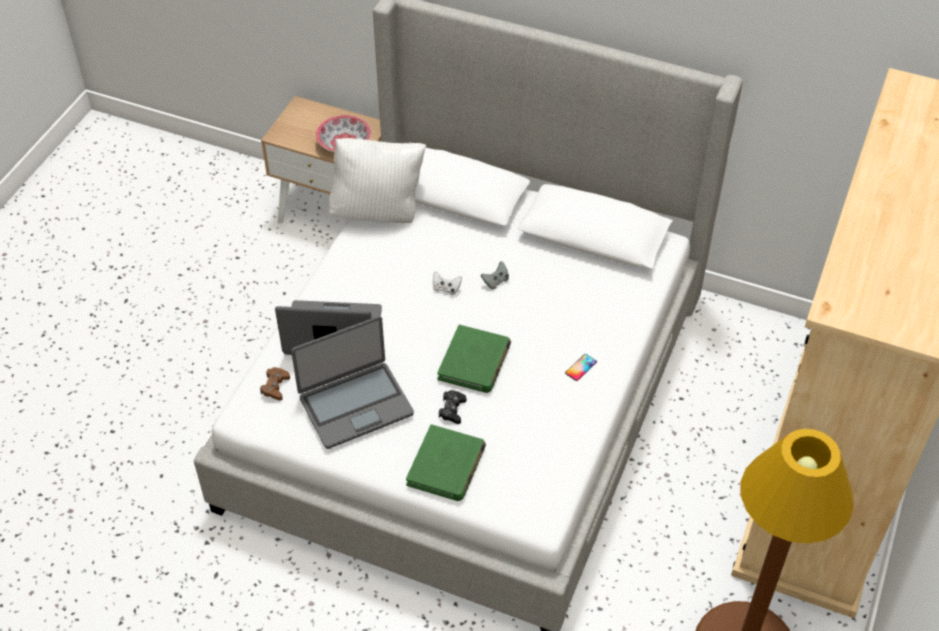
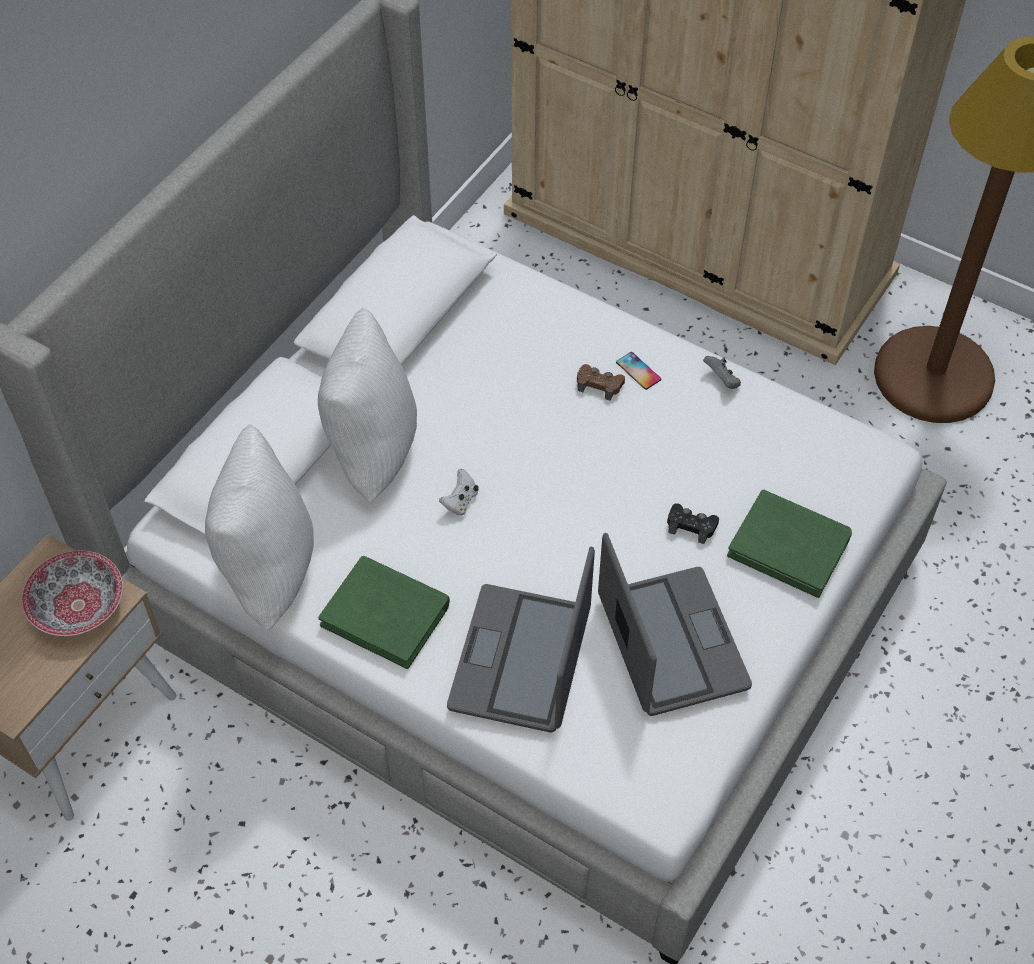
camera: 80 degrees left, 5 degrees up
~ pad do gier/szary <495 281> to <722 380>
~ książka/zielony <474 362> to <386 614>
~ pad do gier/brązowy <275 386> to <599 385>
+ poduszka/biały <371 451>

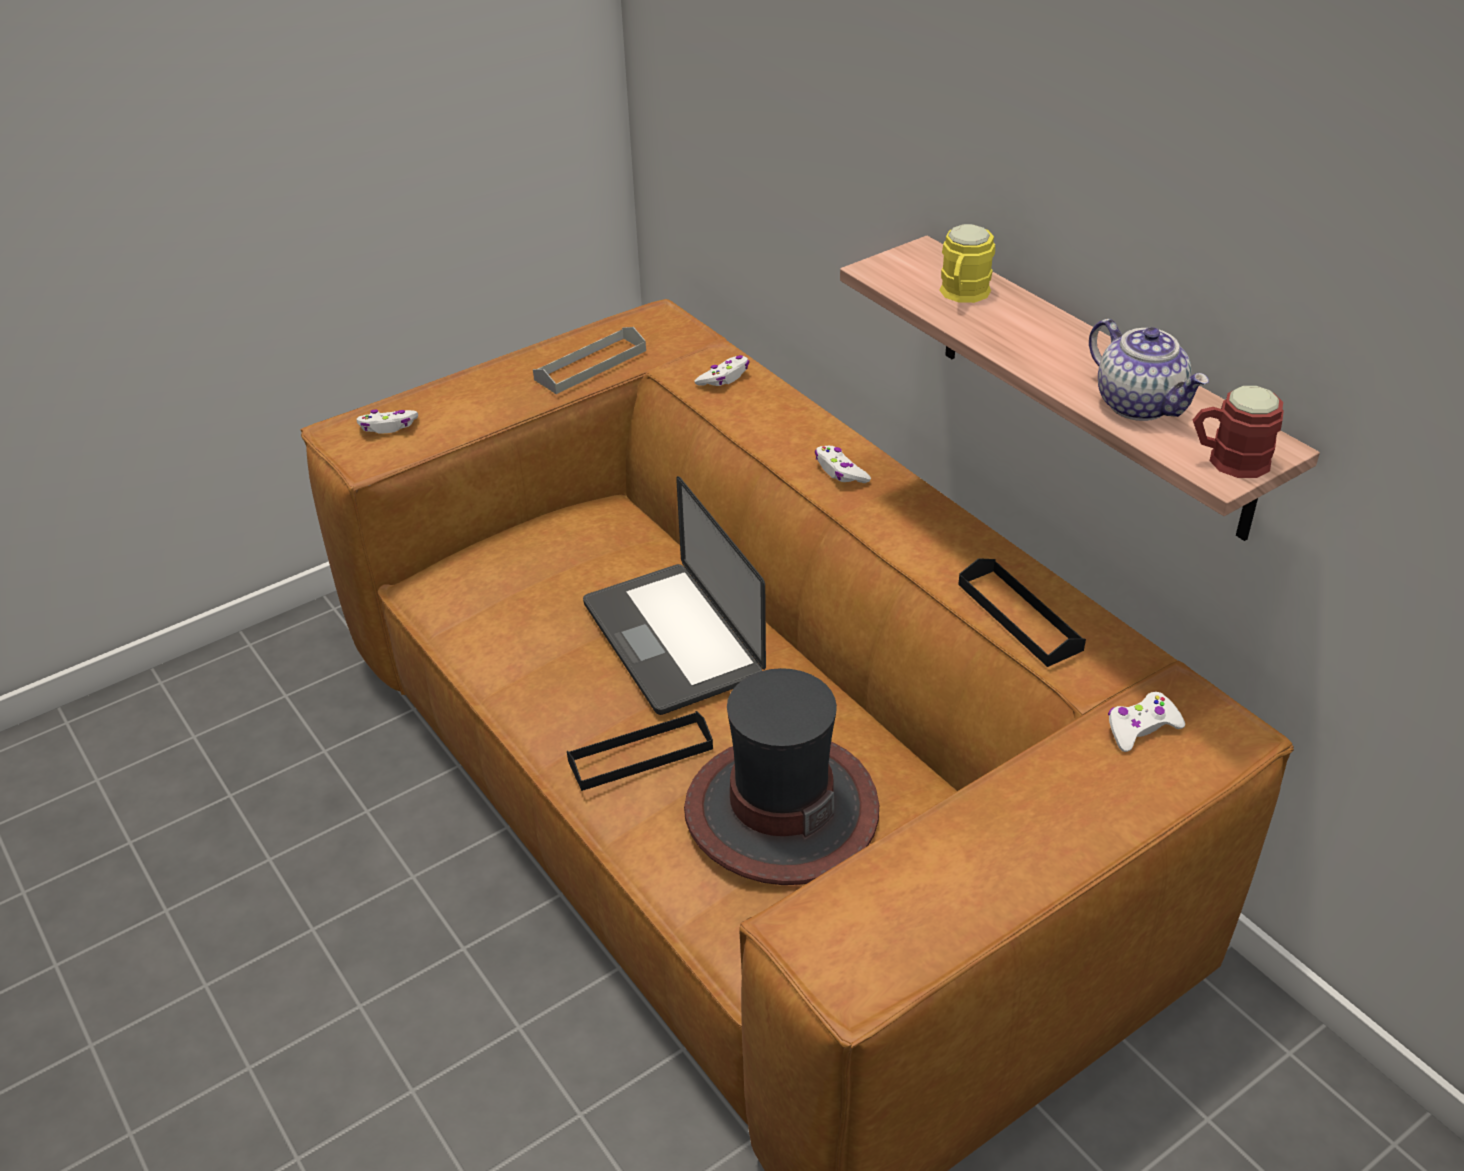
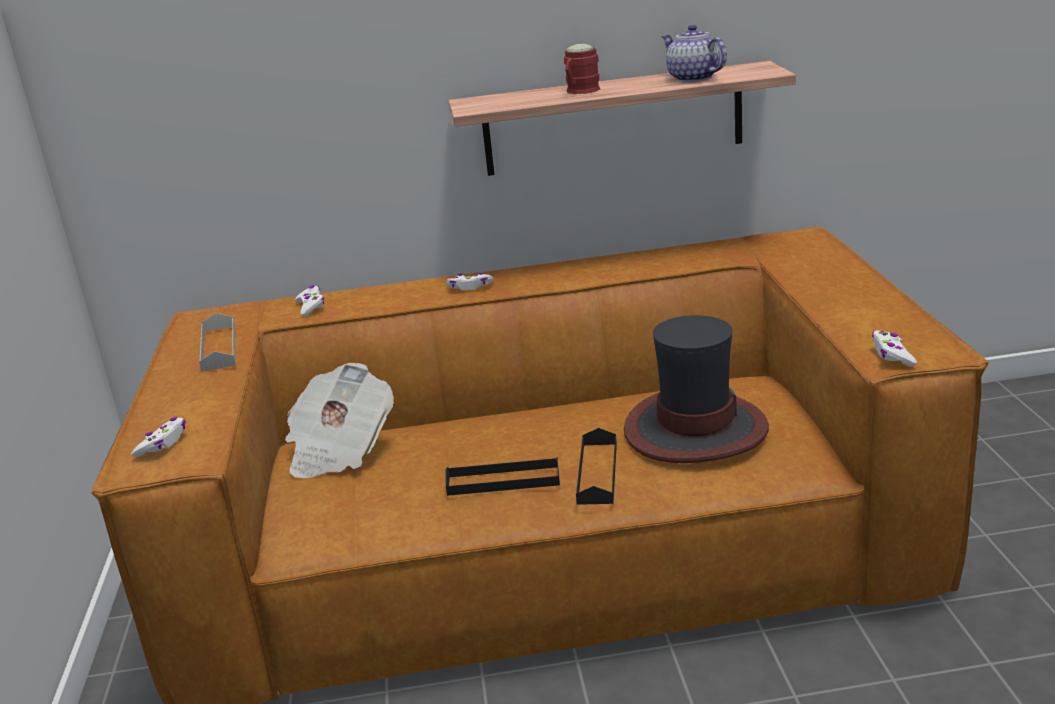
camera: 60 degrees left, 15 degrees down
- kubek/żółty <962 295>
~ imbryk <1140 404> = <692 78> 120 degrees counterclockwise
~ kubek/czerwony <1228 460> to <580 91>
- laptop <672 640>
~ taca/czarny <1019 616> to <503 481>
~ pad do gier/biały <1141 728> to <892 355>
+ gazeta <339 449>

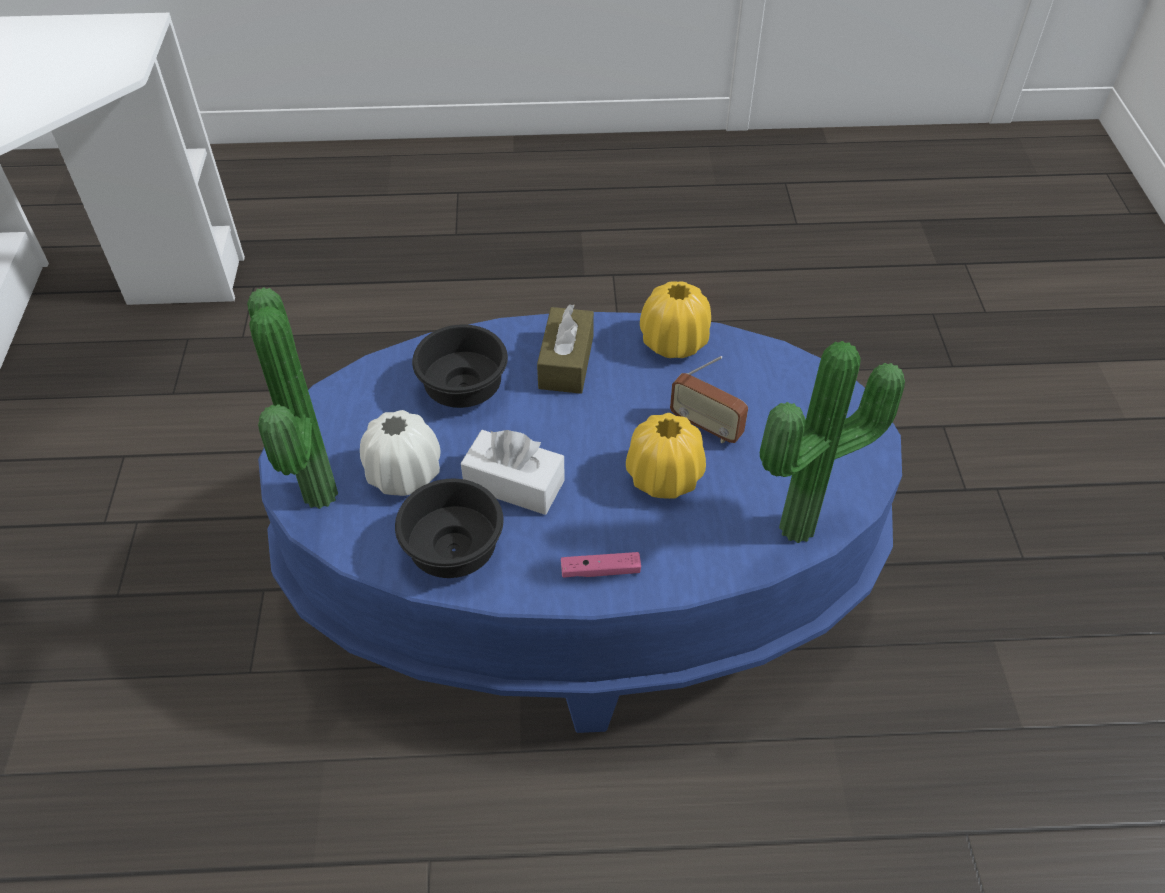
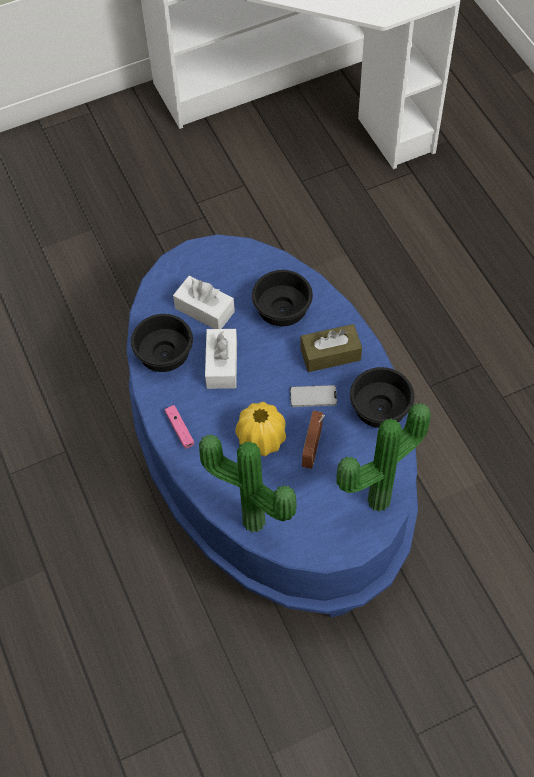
camera: 70 degrees right, 10 degrees up
~ wazon/żółty <673 342> to miska/czarny <379 407>
~ roślina doniczkowa <313 496> to <375 498>
~ wazon/biały <404 474> to pudełko chusteczek/biały <204 310>
+ telefon <313 396>

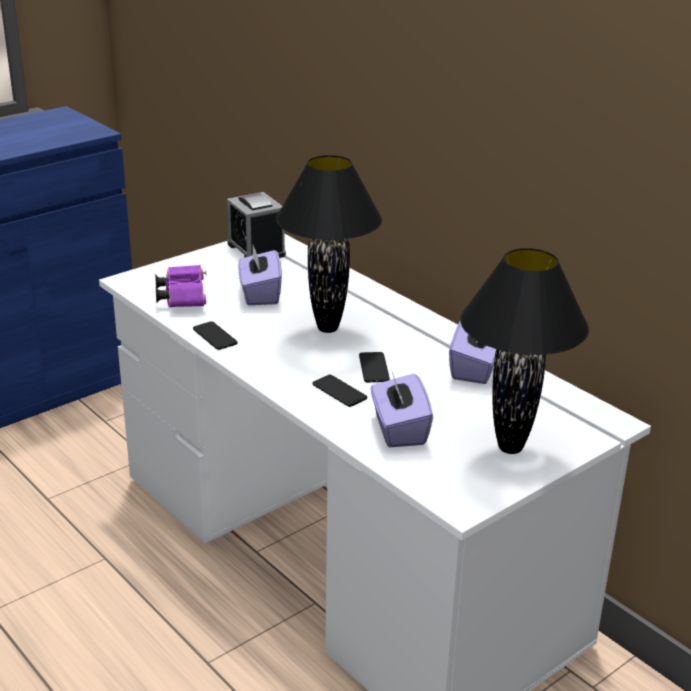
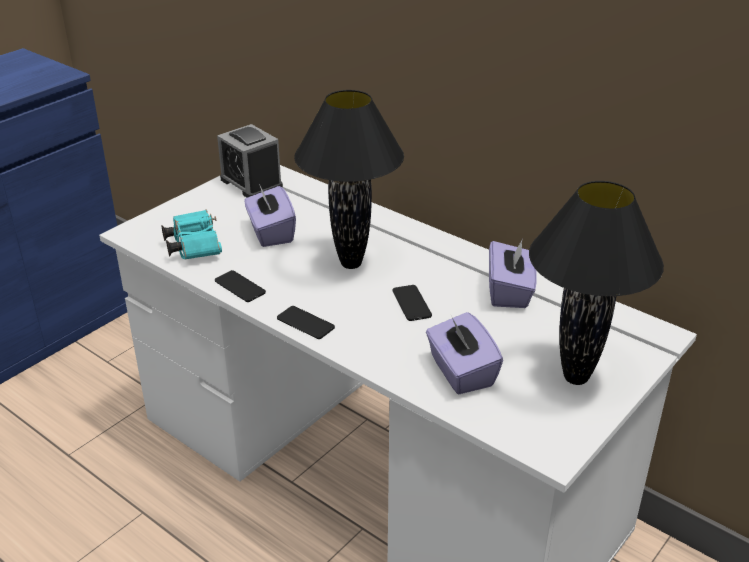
camera: 10 degrees left, 5 degrees up
~ lornetka/fioletowy <183 298> to lornetka/turkusowy <193 246>
~ telefon <339 391> to <305 323>

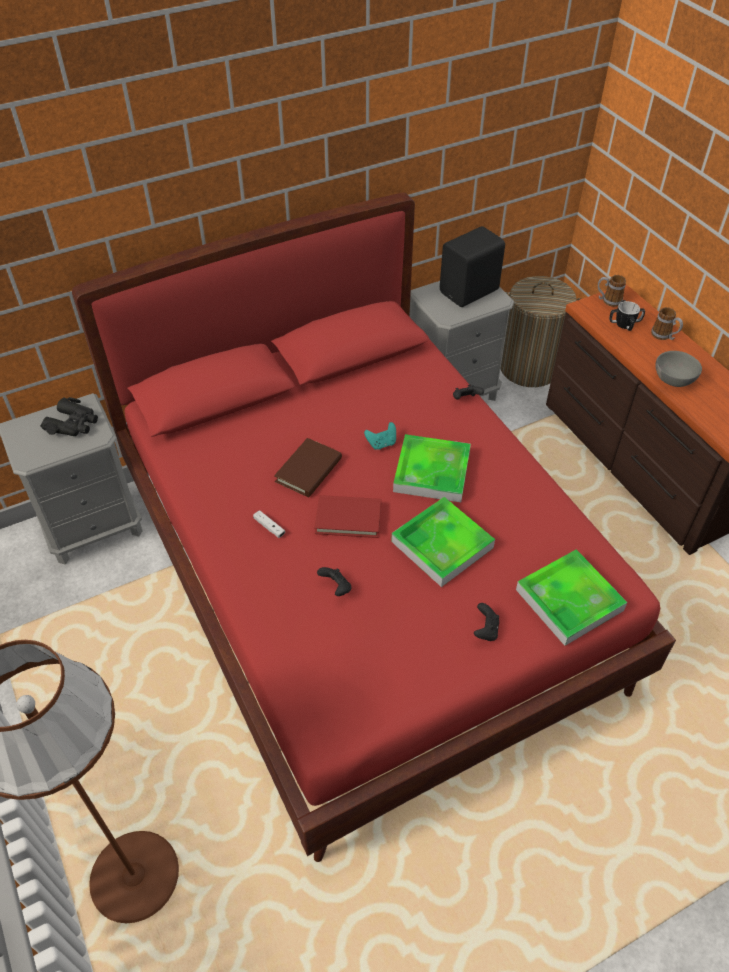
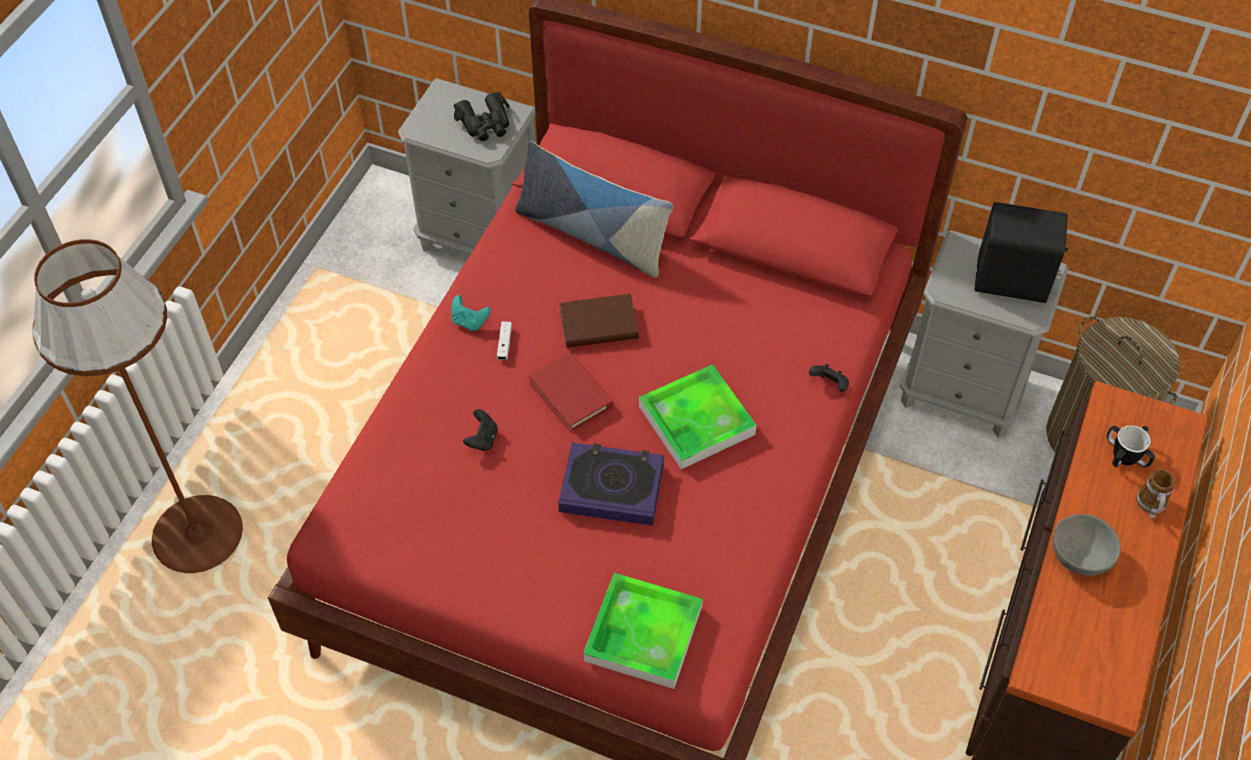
camera: 50 degrees right, 5 degrees up
- kubek <608 300>
~ pad do gier/turkusowy <381 443> to <469 322>
~ taca <442 544> to książka <612 487>
- pad do gier/czarny <485 630>
+ poduszka <592 235>

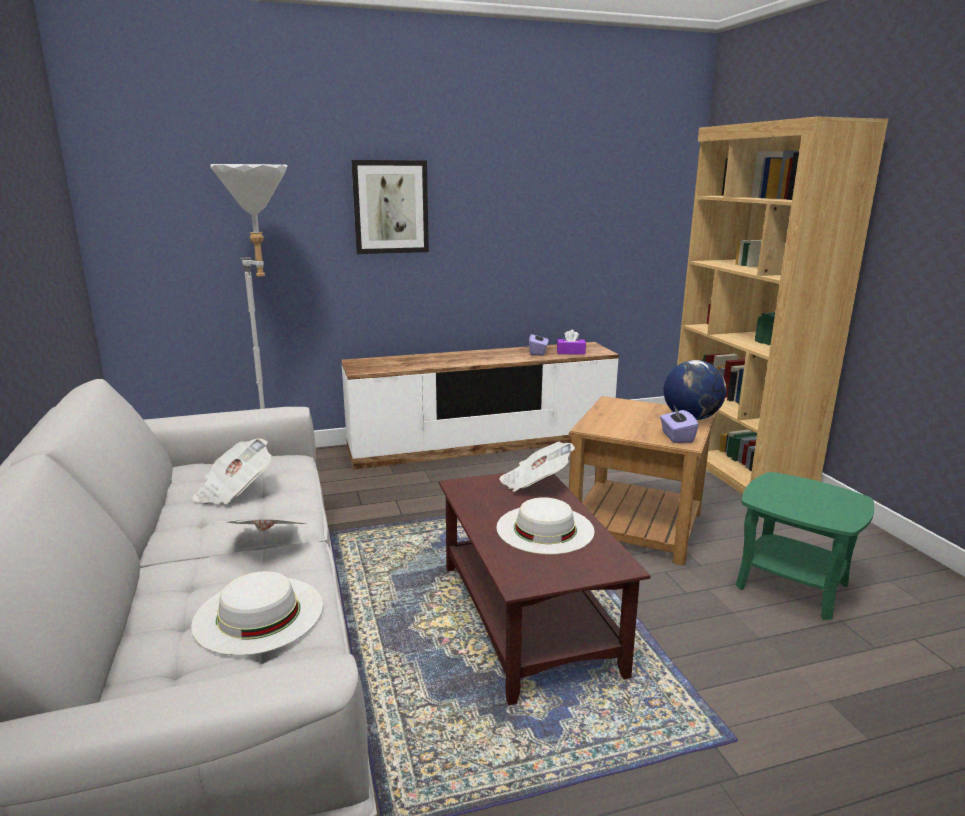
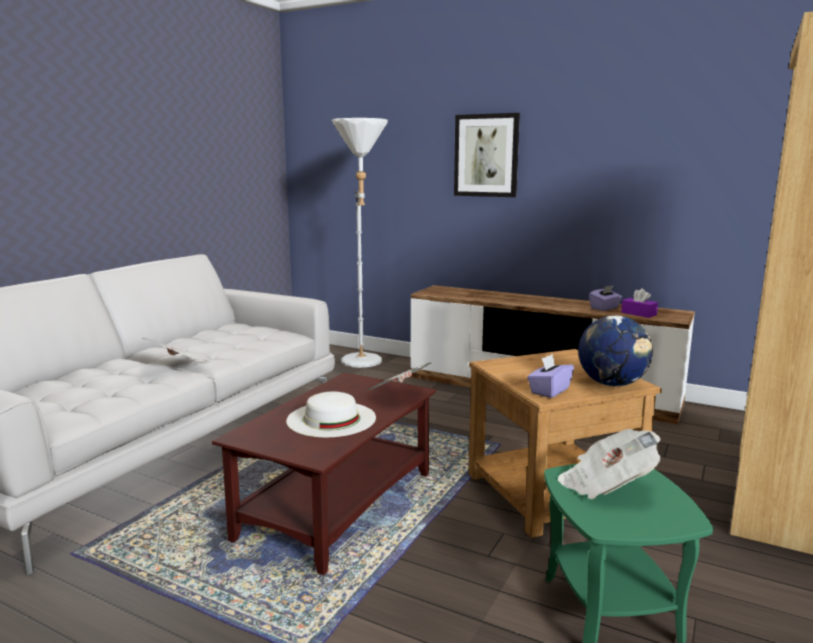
camera: 45 degrees right, 5 degrees down
~ gazeta <234 491> to <606 485>
- kapelusz/biały <258 614>

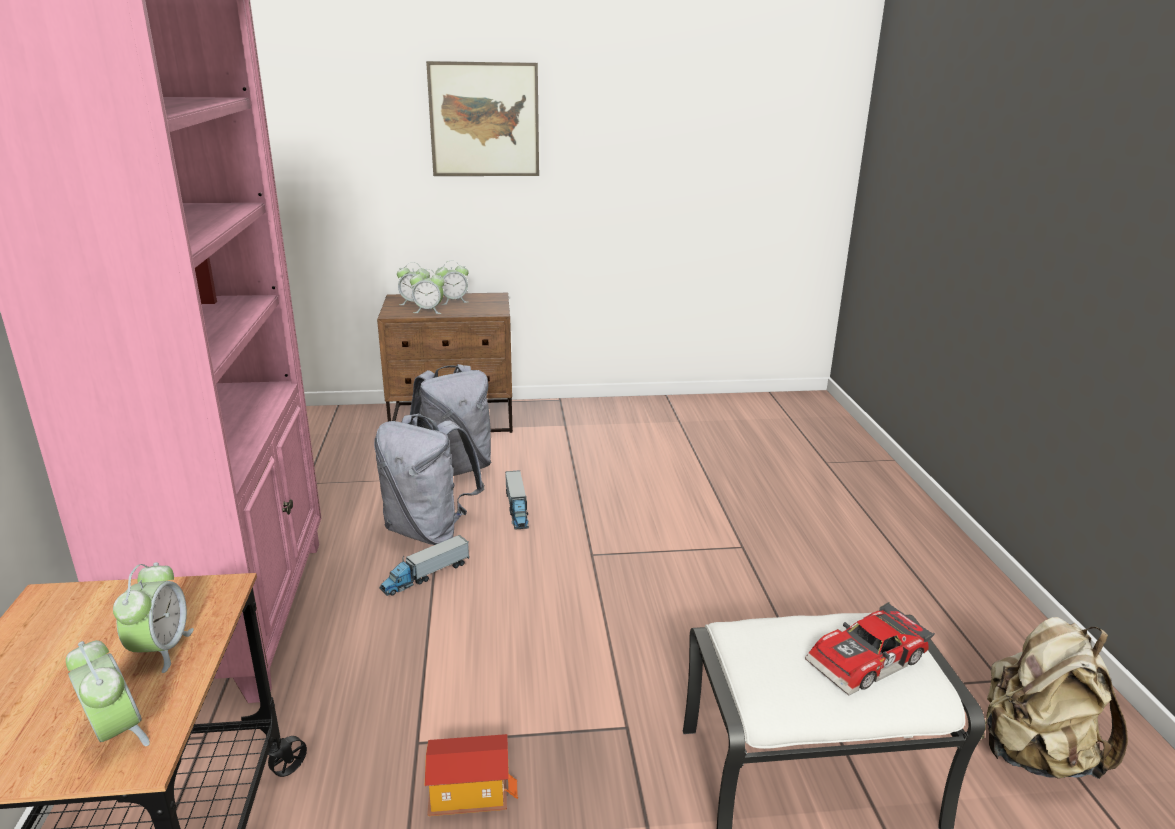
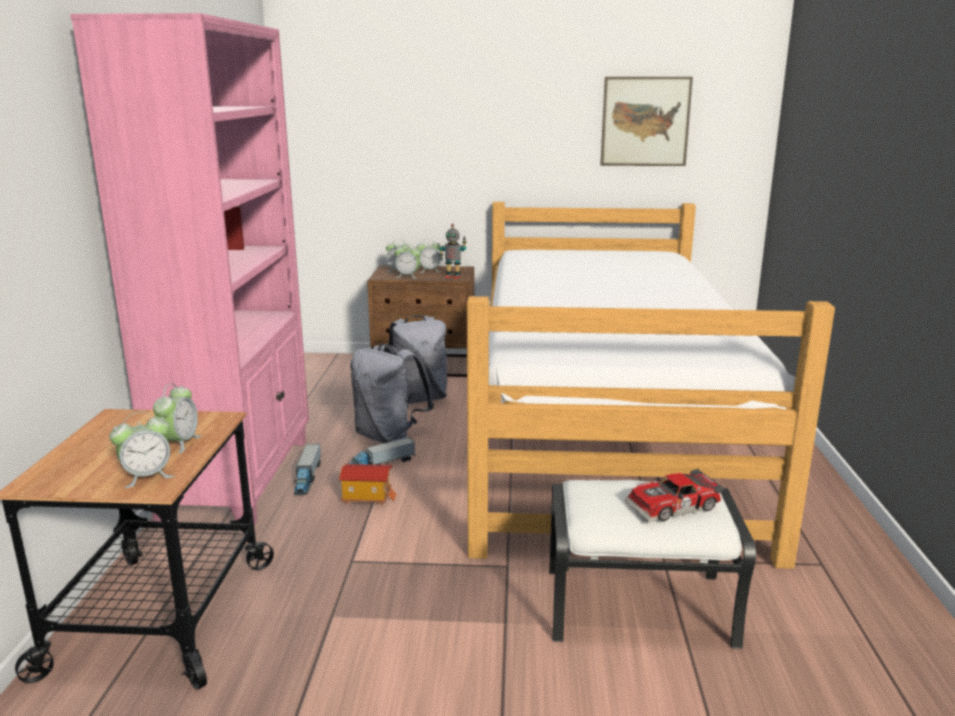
camera: 10 degrees right, 5 degrees down
~ obraz <484 120> to <645 121>
~ ciężarówka zabawkowa <517 509> to <307 478>
- plecak/beżowy <1033 753>
~ budzik <116 733> = <147 477> 90 degrees clockwise
~ domek <469 793> to <367 497>
+ łóżko <602 433>
+ robot zabawkowy <452 277>

